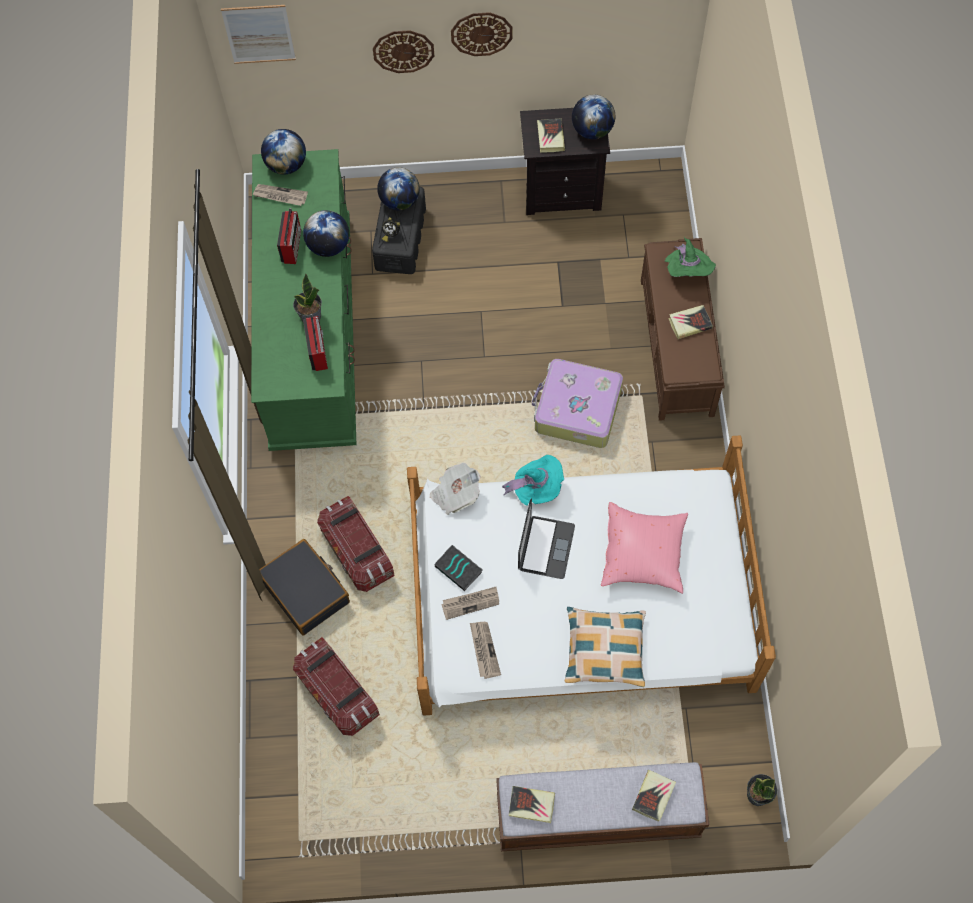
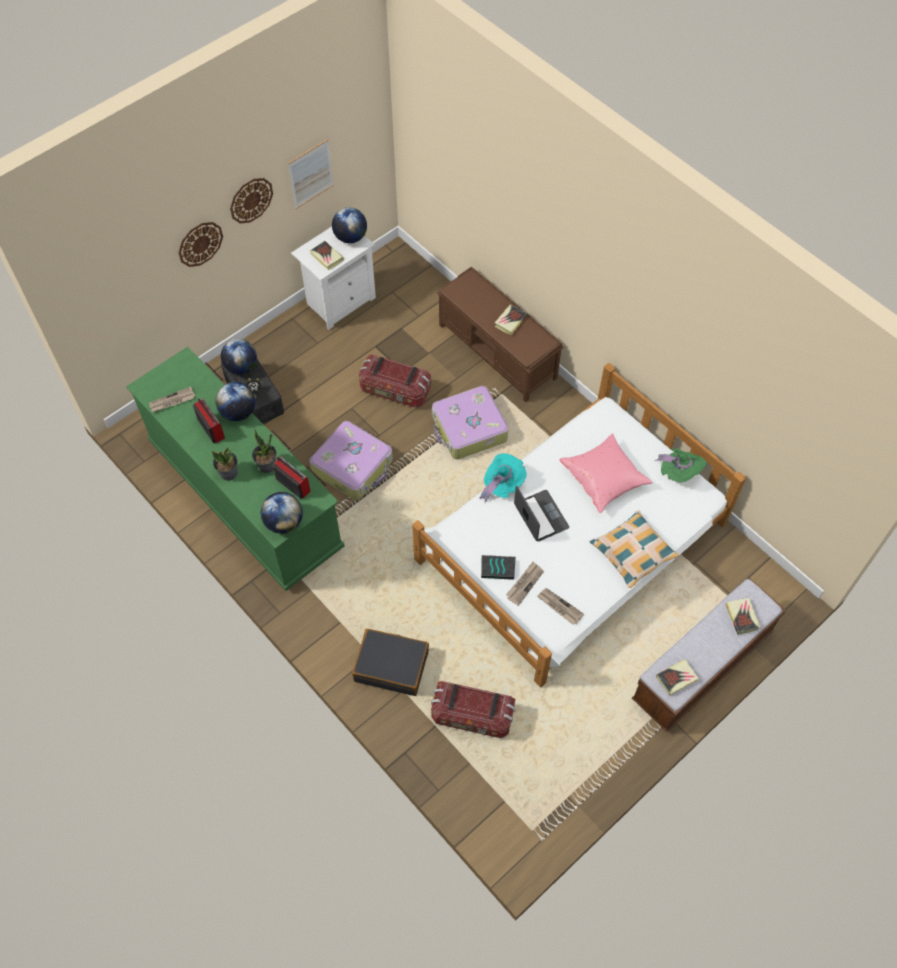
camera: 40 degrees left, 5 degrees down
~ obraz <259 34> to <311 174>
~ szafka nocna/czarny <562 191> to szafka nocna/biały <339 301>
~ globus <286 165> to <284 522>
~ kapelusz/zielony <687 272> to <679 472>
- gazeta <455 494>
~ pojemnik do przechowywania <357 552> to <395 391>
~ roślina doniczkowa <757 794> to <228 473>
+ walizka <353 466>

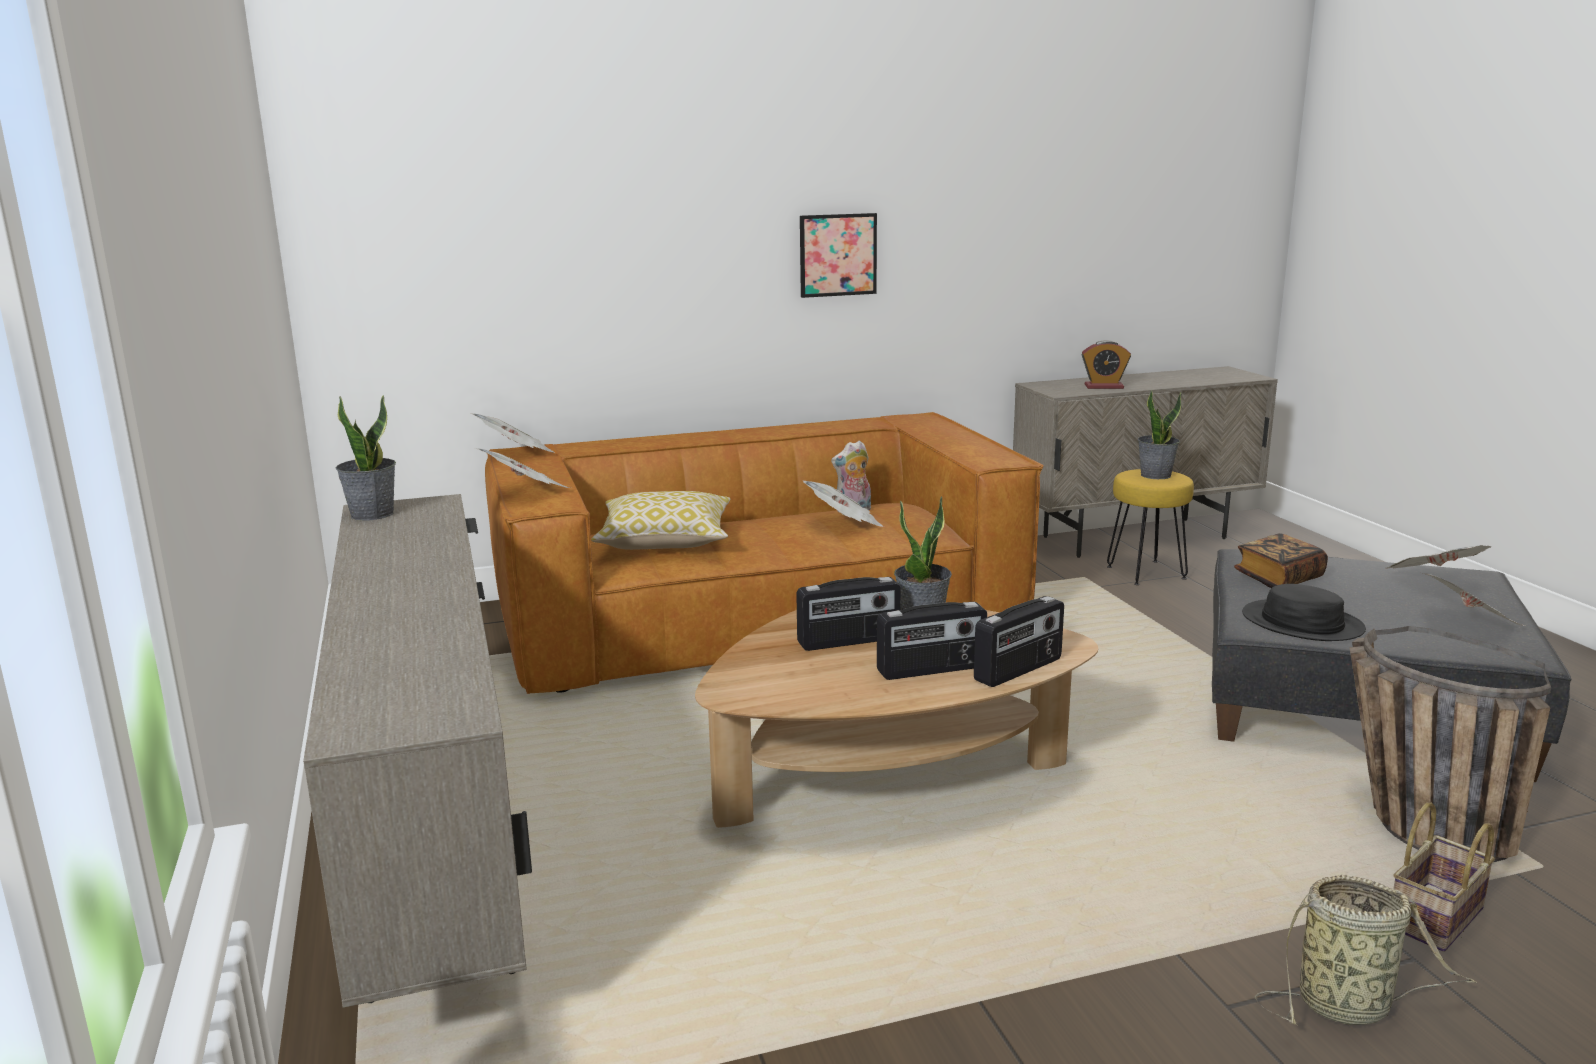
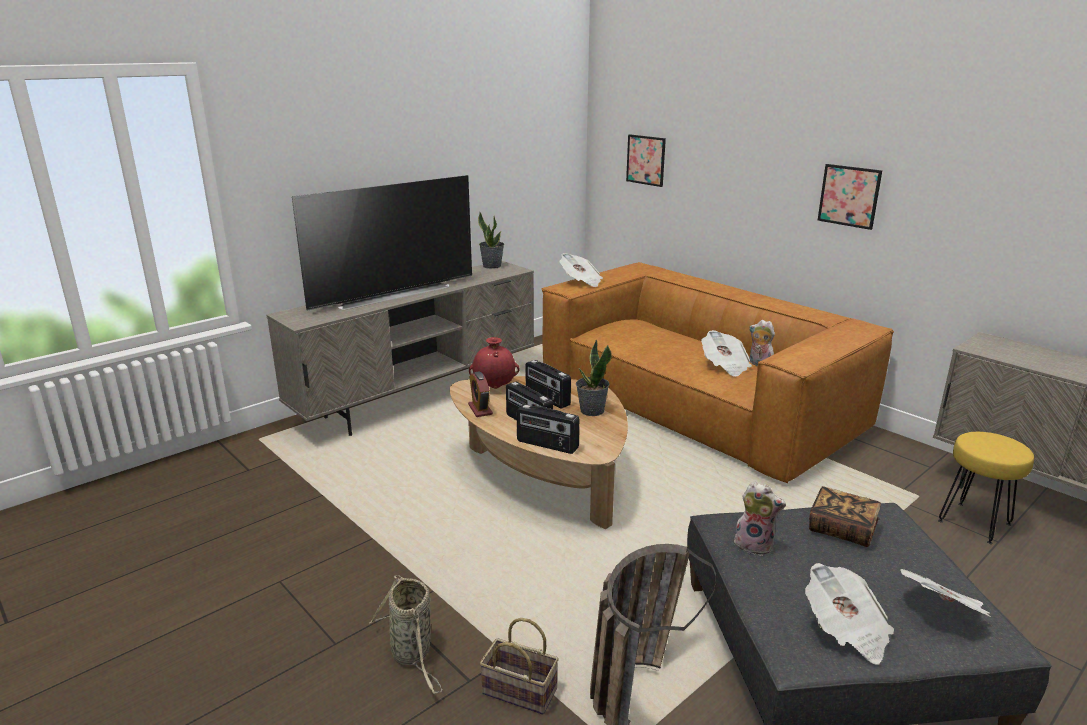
camera: 65 degrees right, 5 degrees up
~ budzik <1104 387> to <480 409>
- roślina doniczkowa <1155 475>
- gazeta <516 453>
- poduszka <665 541>
~ kapelusz/czarny <1302 623> to pluszak <755 545>
+ obraz <646 160>
+ telewizor <391 294>
+ wazon/czerwony <495 387>

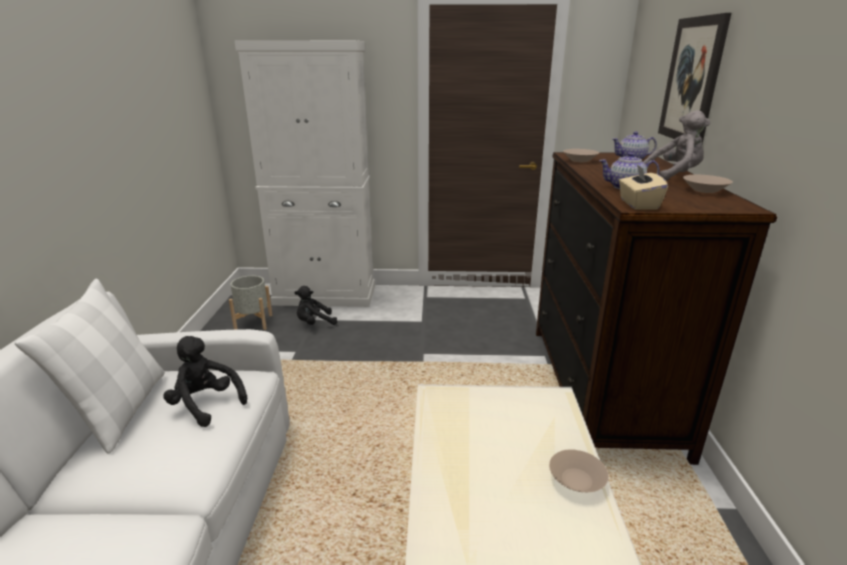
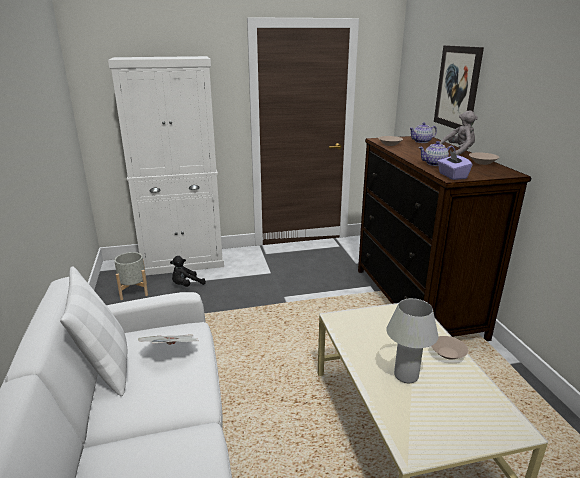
camera: 15 degrees left, 0 degrees up
~ pudełko chusteczek/beżowy <638 204> to pudełko chusteczek/fioletowy <452 176>
~ pluszak/czarny <205 404> to gazeta <173 351>
+ lampa stołowa/biały <406 376>

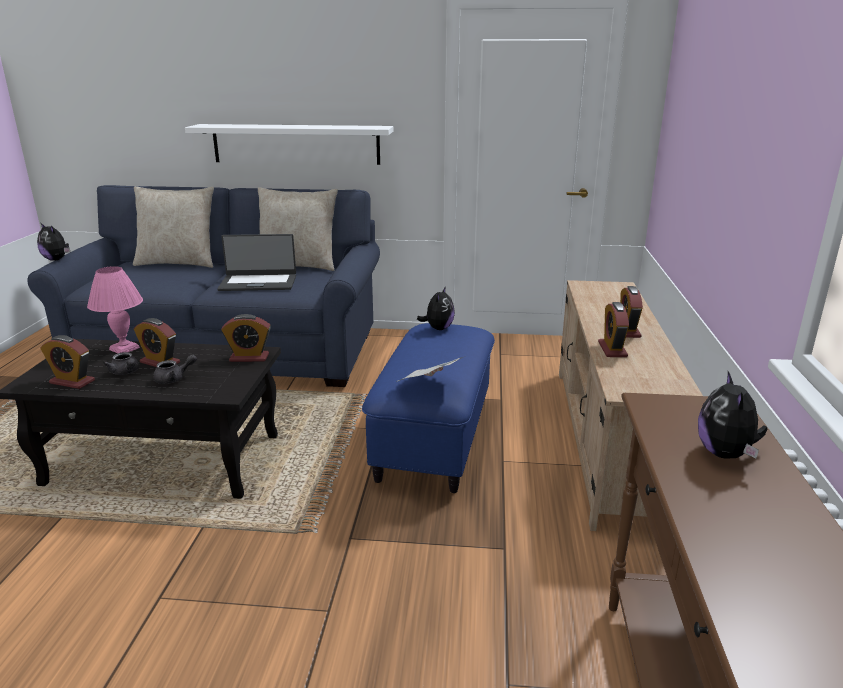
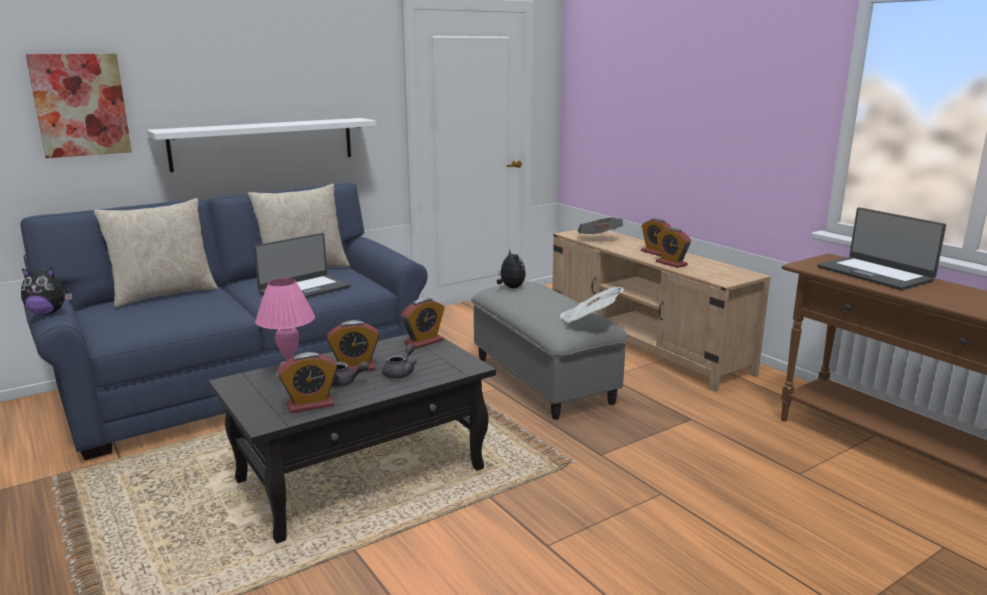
camera: 40 degrees left, 5 degrees down
~ pufa/niebieski <435 438> to pufa/szary <544 380>
~ pluszak <725 454> to laptop <875 274>
+ obraz <80 105>
+ gazeta <599 239>

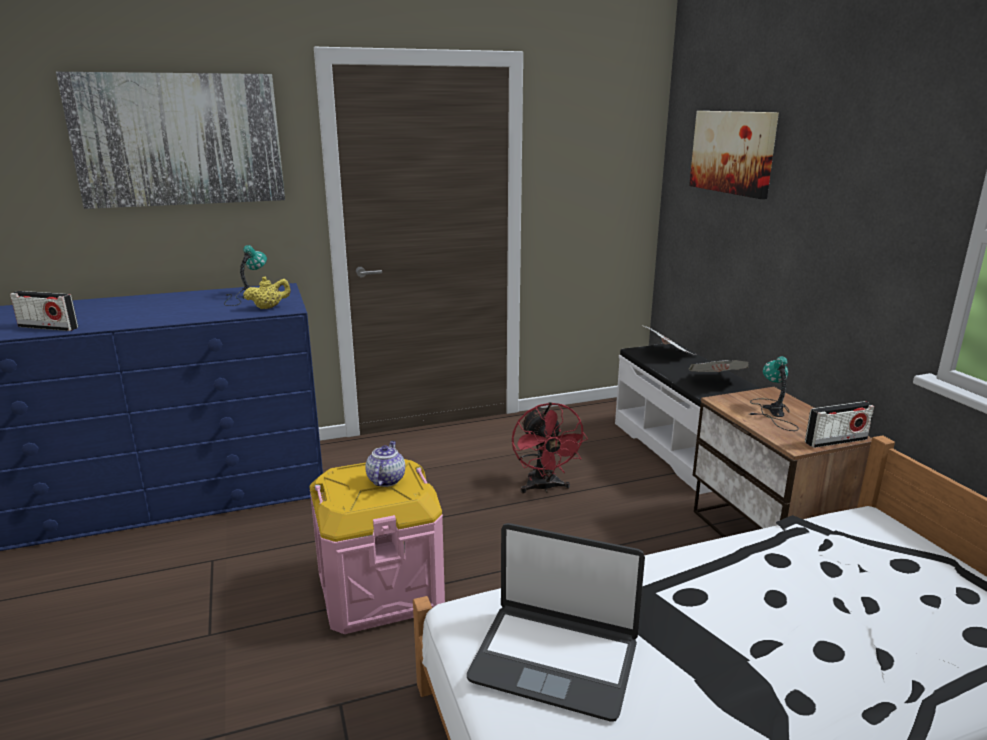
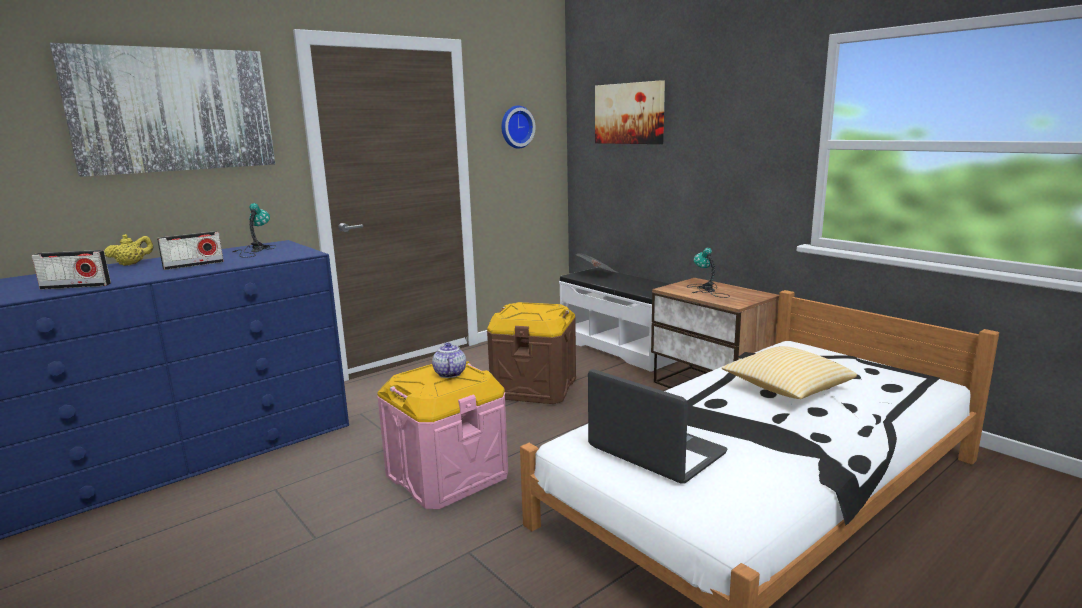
camera: 20 degrees left, 5 degrees down
~ imbryk/żółty <269 307> to <132 264>
- gazeta <716 382>
~ radio <836 441> to <194 265>
~ wentylator/czerwony <544 488> to pojemnik do przechowywania/brązowy <534 387>
~ laptop <555 659> = <655 452> 135 degrees counterclockwise
+ zegar ścienny <516 127>
+ poduszka <786 389>

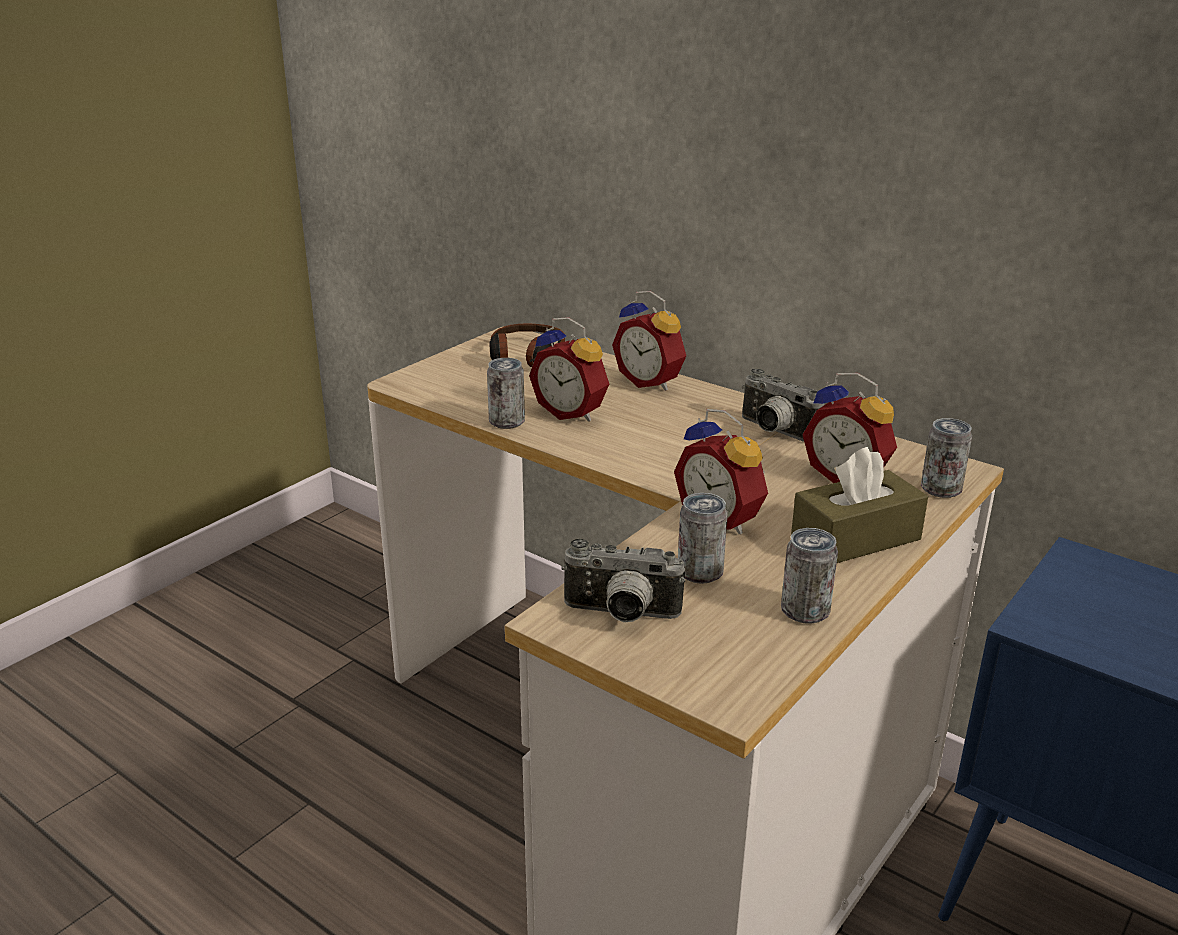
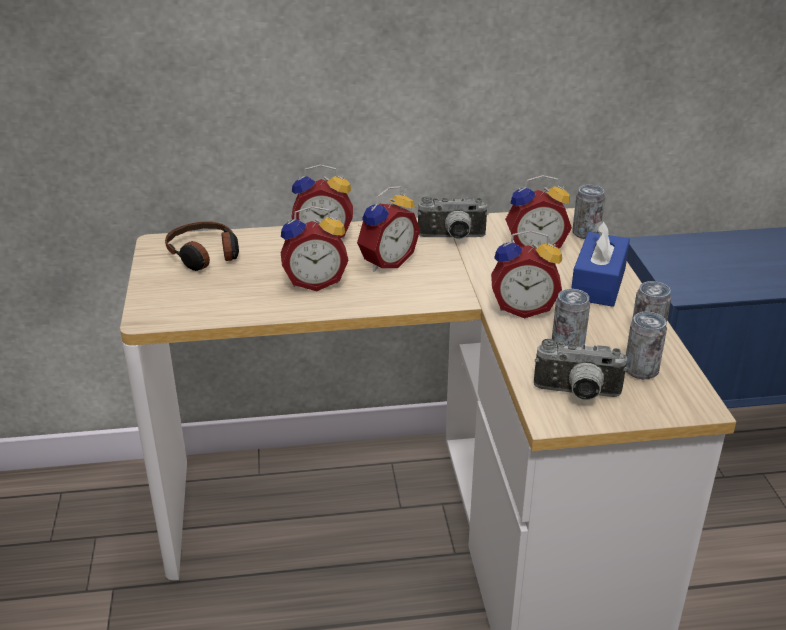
camera: 45 degrees left, 5 degrees up
~ puszka <507 422> to <641 370>
~ pudełko chusteczek/brązowy <855 538> to pudełko chusteczek/niebieski <598 283>
~ aparat fotograficzny <620 615> = <577 394> 45 degrees clockwise
+ budzik <385 262>

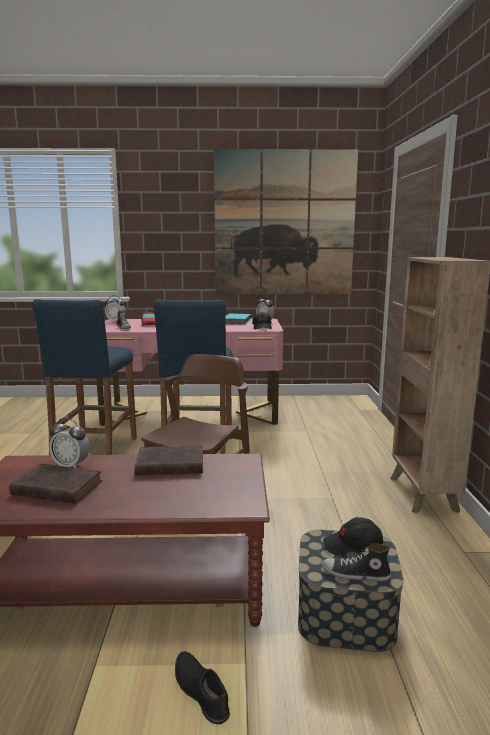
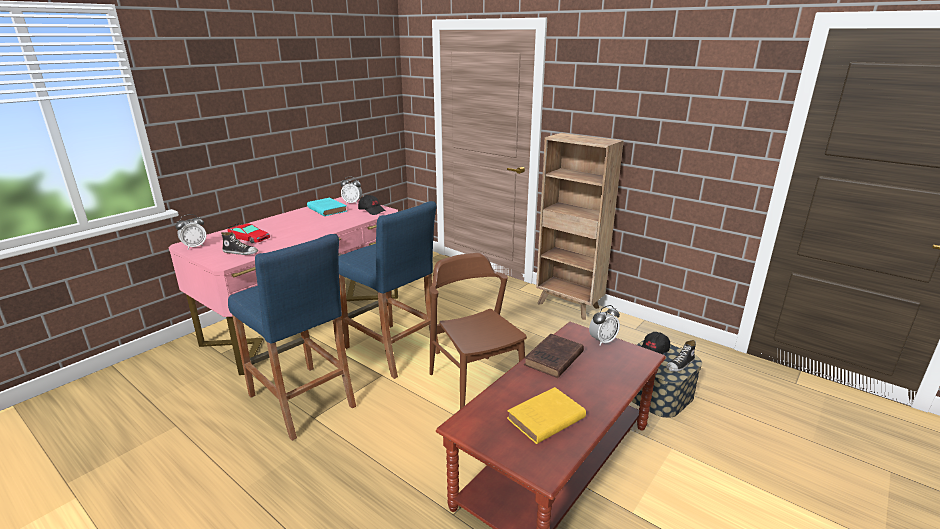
camera: 50 degrees left, 10 degrees up
- obraz <284 224>
~ budzik <71 466> to <602 341>
~ książka/brązowy <55 488> to książka/żółty <544 419>
- but/czarny <201 691>

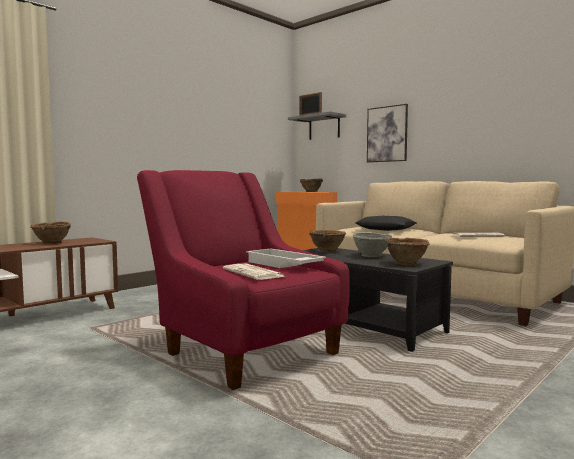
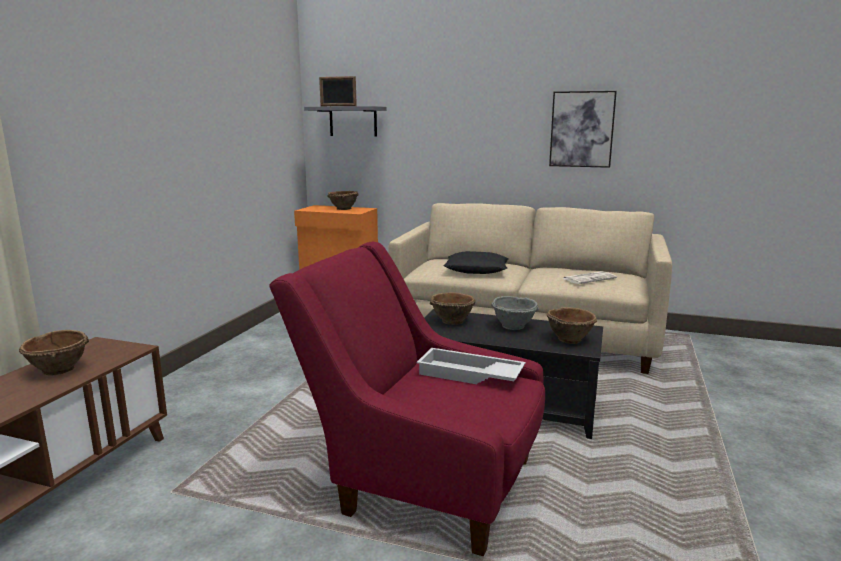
camera: 25 degrees left, 10 degrees up
~ obraz <387 134> to <582 129>
- gazeta <254 273>

